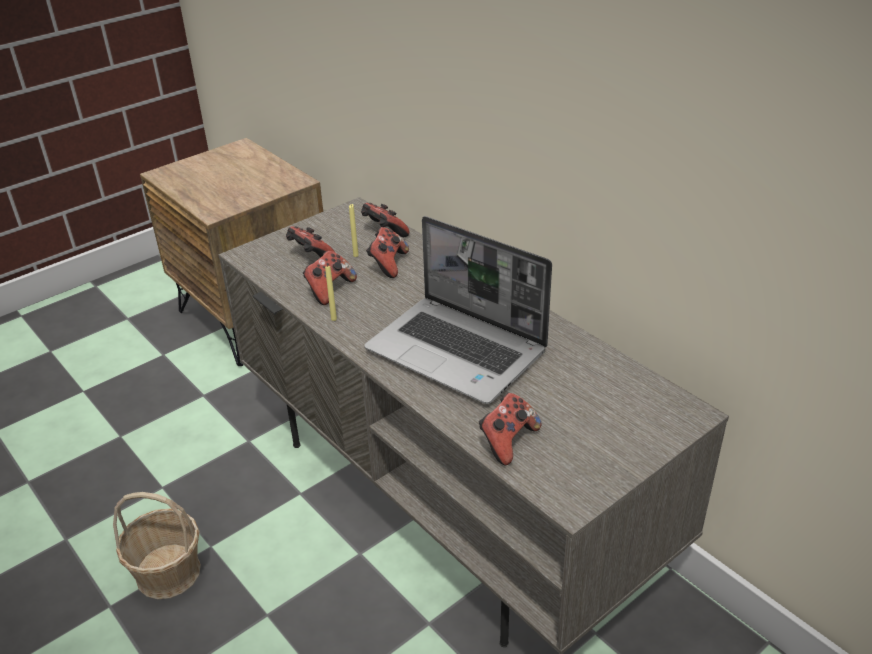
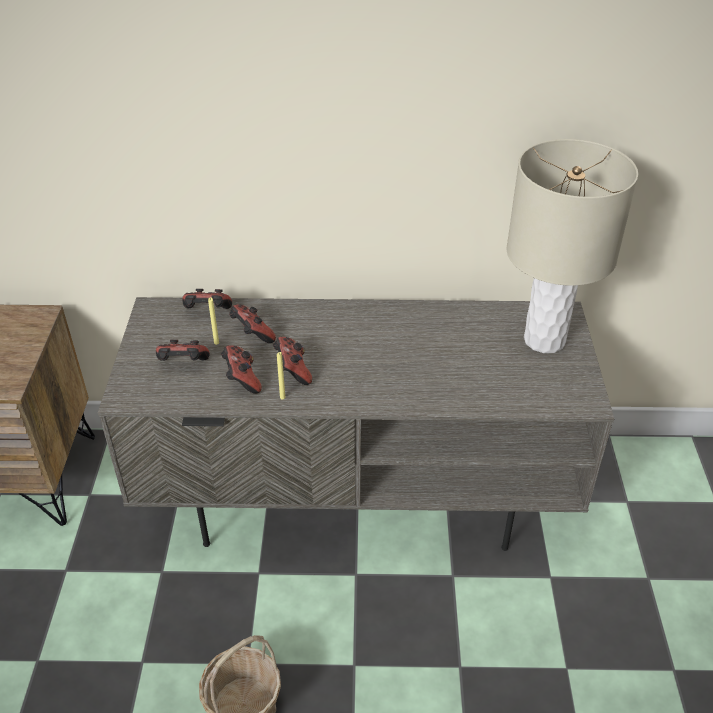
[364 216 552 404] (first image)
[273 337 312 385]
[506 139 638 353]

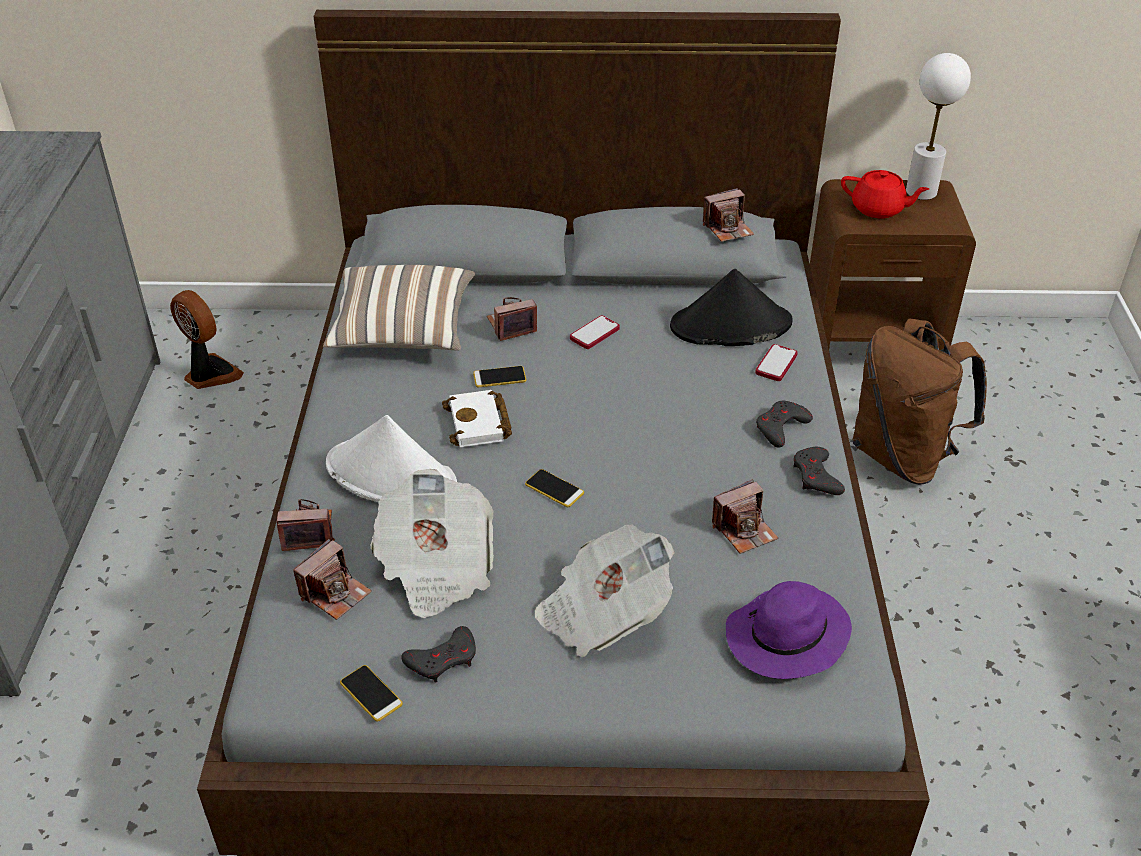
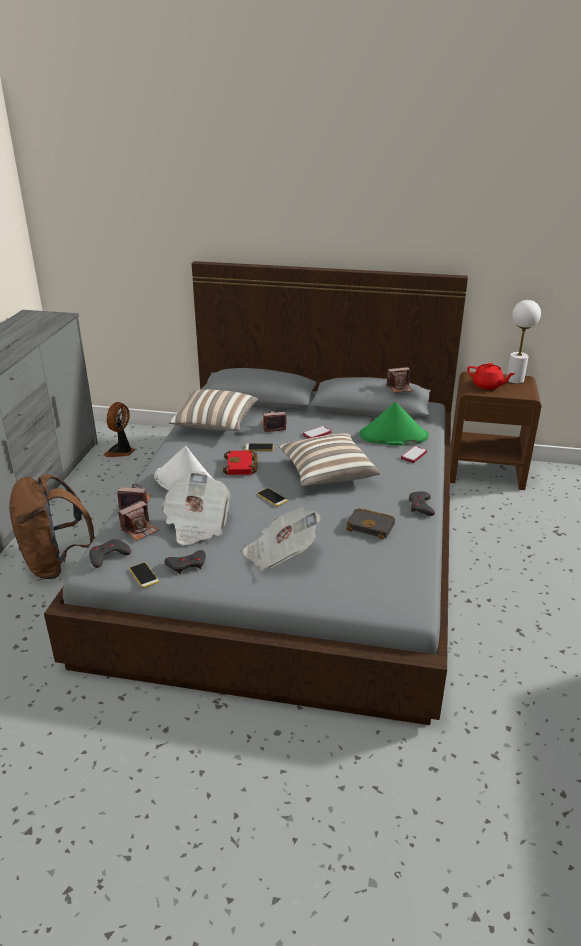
[103 402 135 457]
[223 450 257 475]
[359 402 429 445]
[346 508 395 539]
[726 581 852 679] (first image)
[89 539 131 568]
[9 474 95 579]
[279 433 381 486]

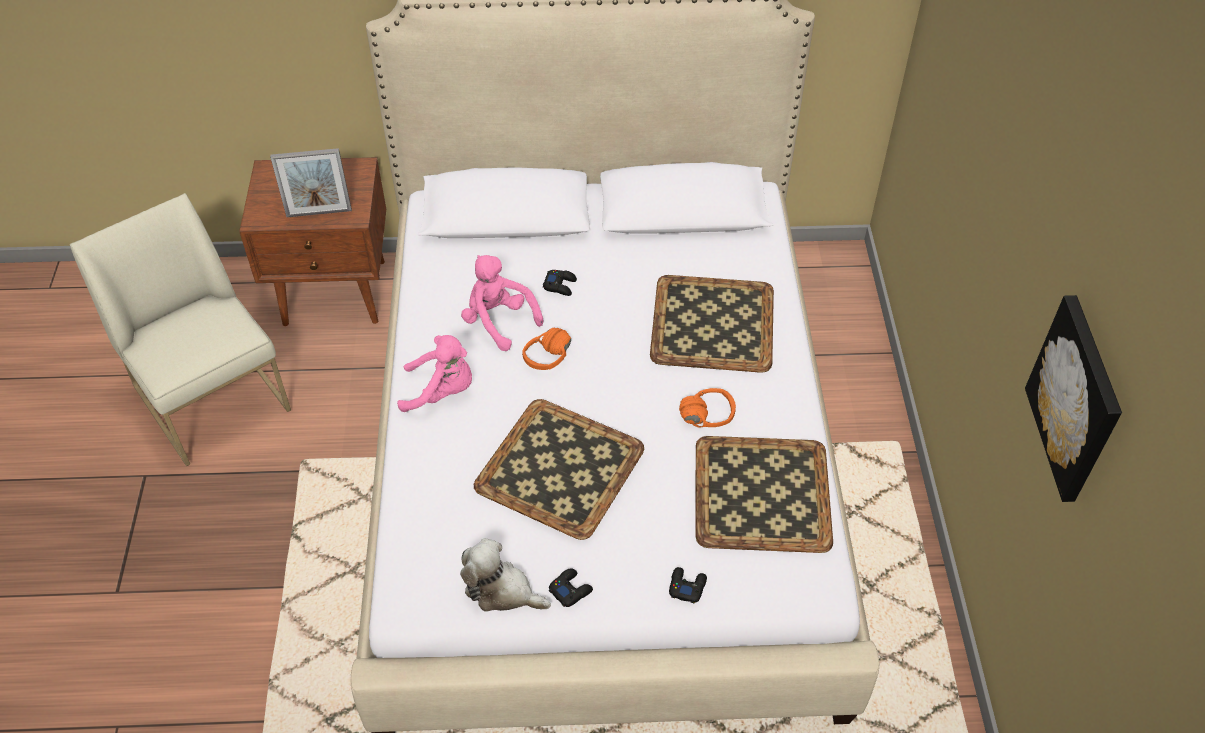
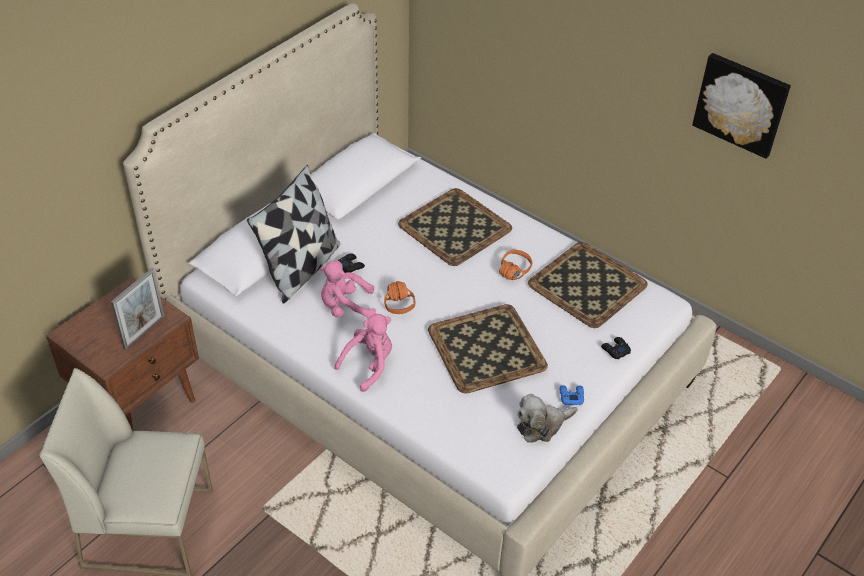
[559 385 584 405]
[247 165 340 304]

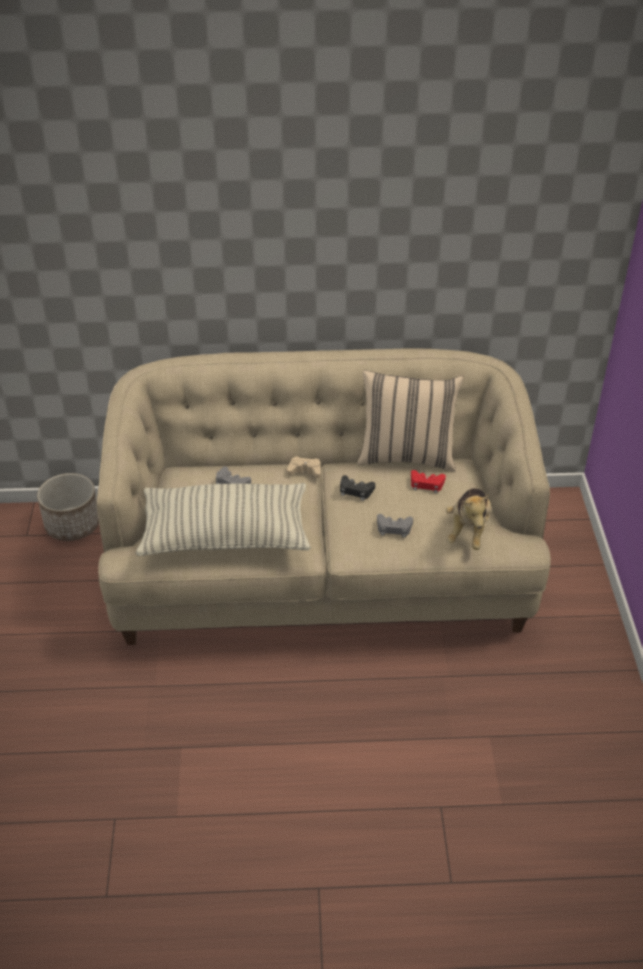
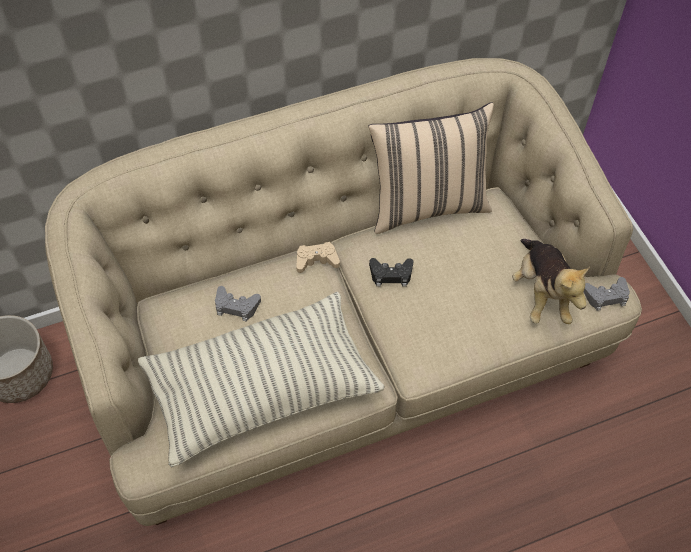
[584 277 630 311]
[411 470 446 493] (first image)

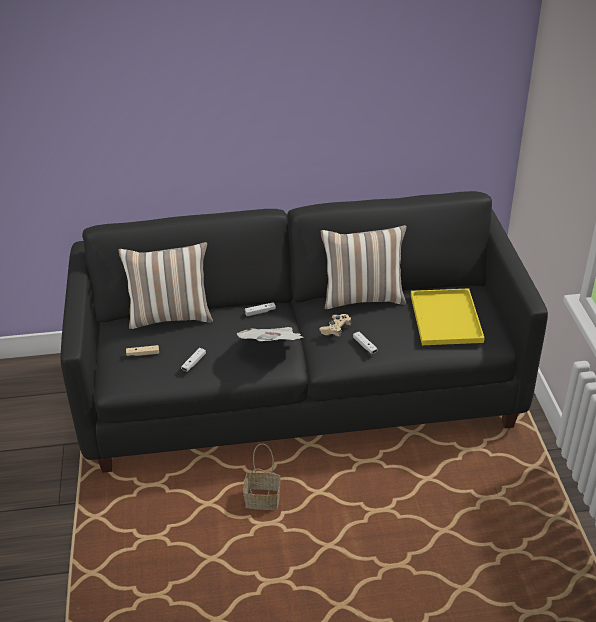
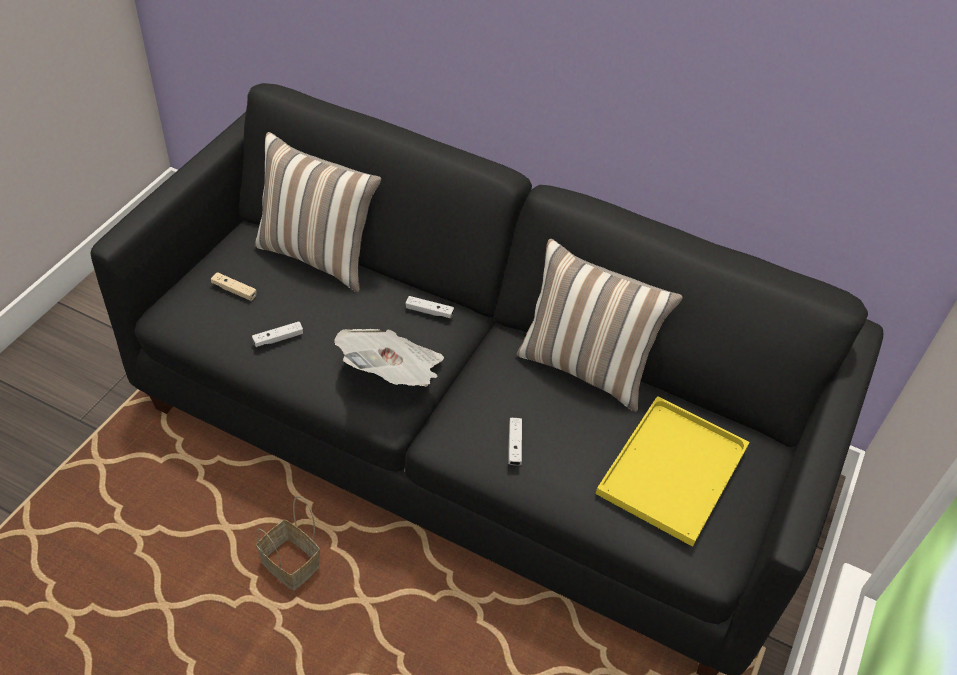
[319 314 352 337] (first image)

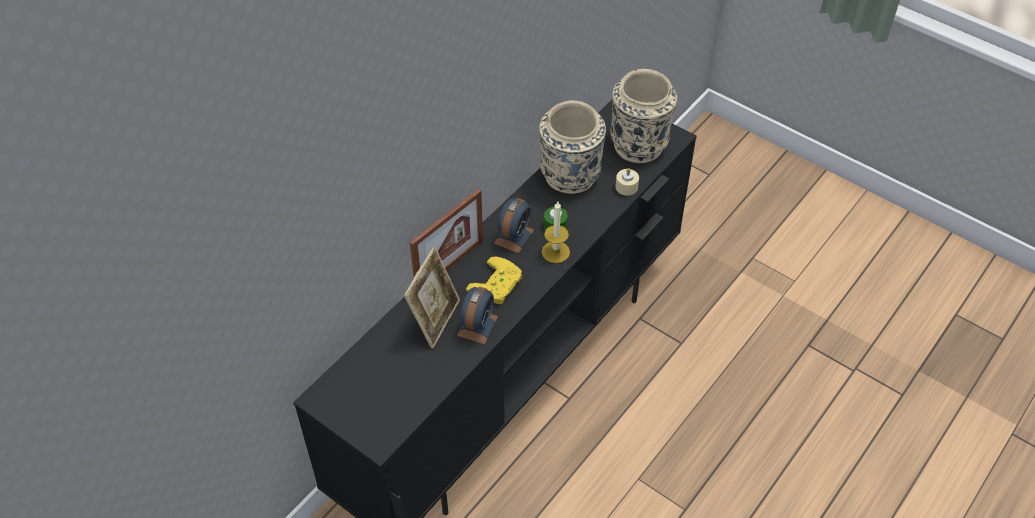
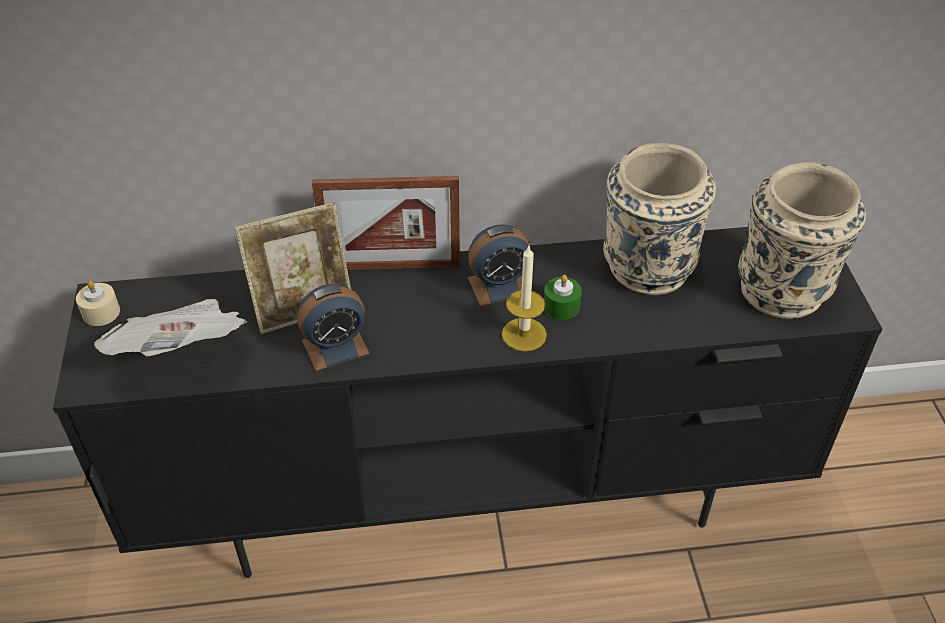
[466 257 522 305] (first image)
[76 281 120 326]
[94 299 247 356]

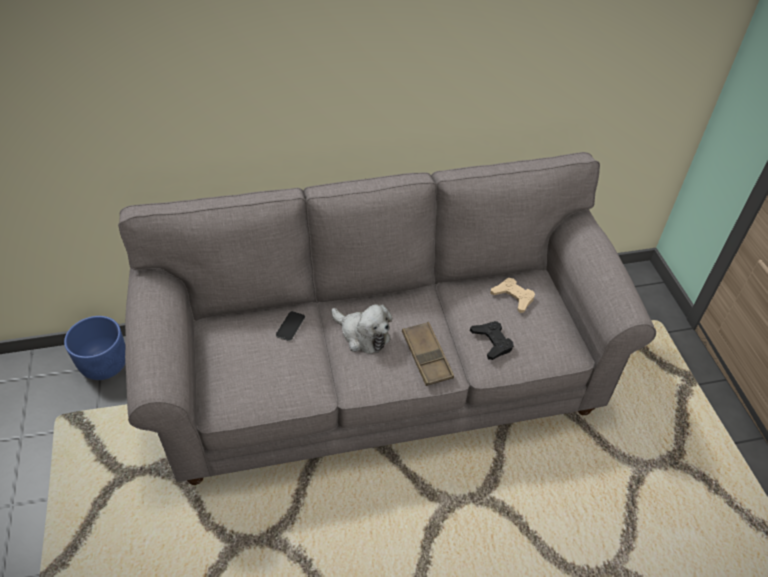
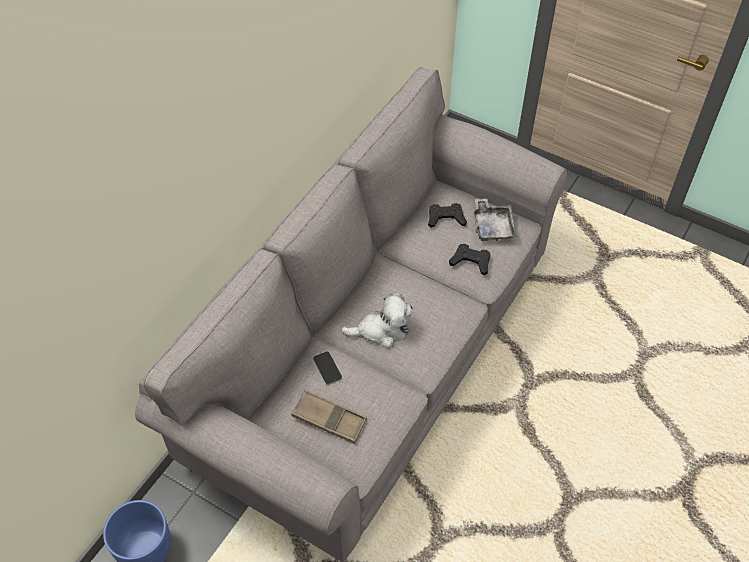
[292 390 367 444]
[428 203 467 228]
[473 199 517 241]

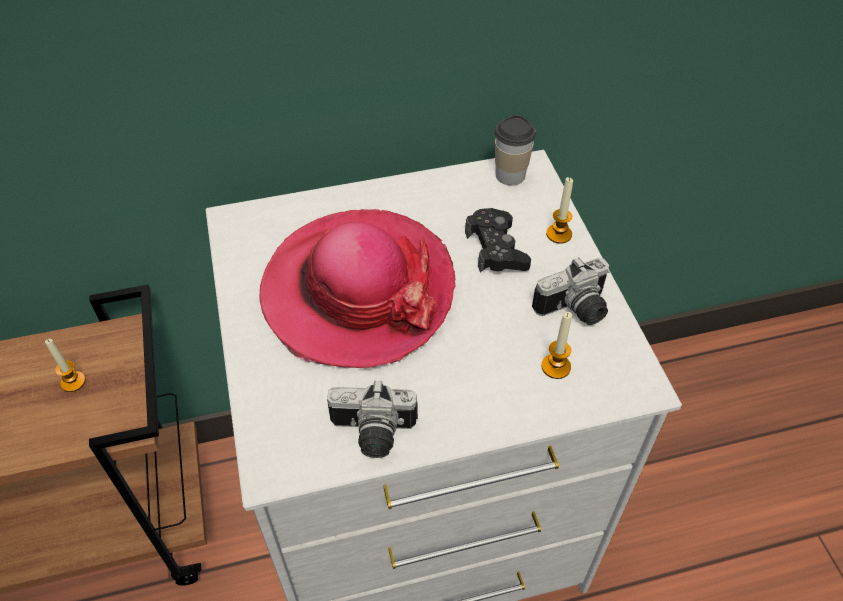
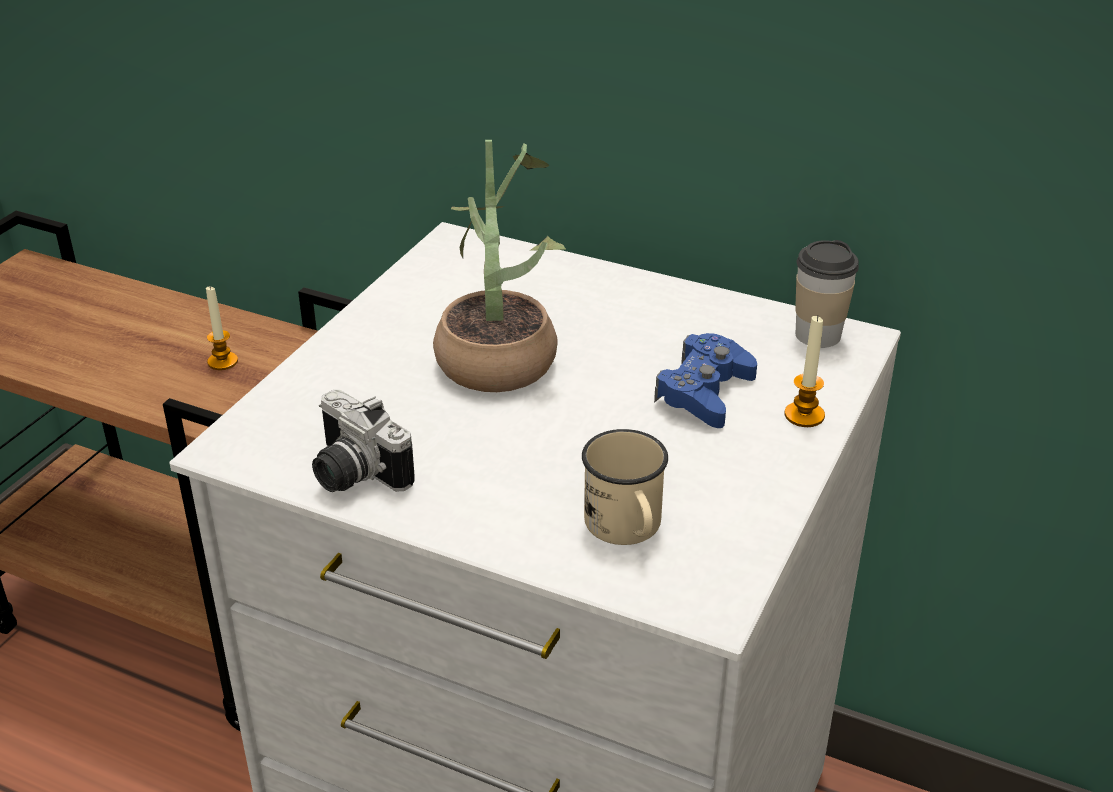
[433 140 567 392]
[654 333 757 428]
[532 257 610 325] (first image)
[582 429 668 545]

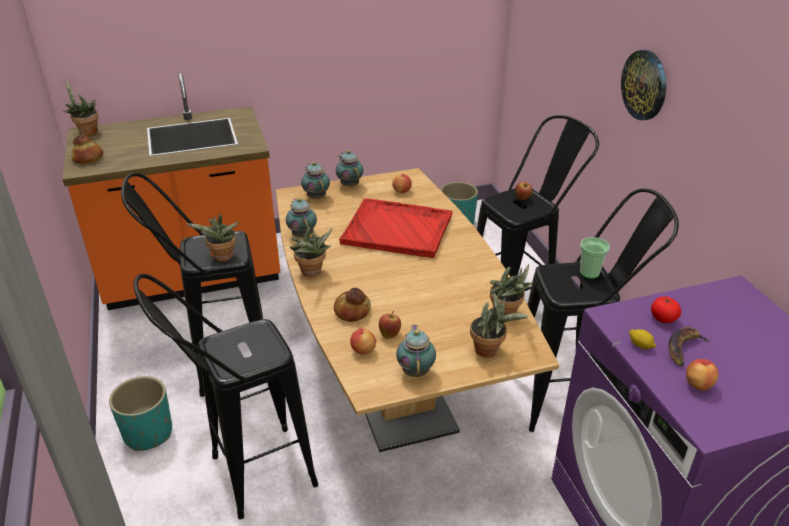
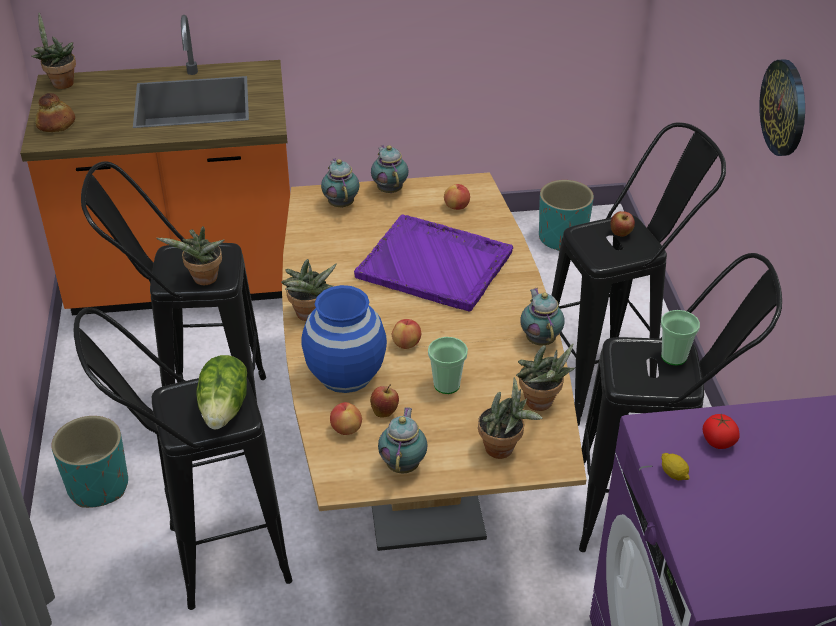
[520 288 565 346]
[301 285 387 393]
[354 214 513 312]
[668 327 710 366] (first image)
[392 319 421 349]
[196 355 247 430]
[428 337 468 394]

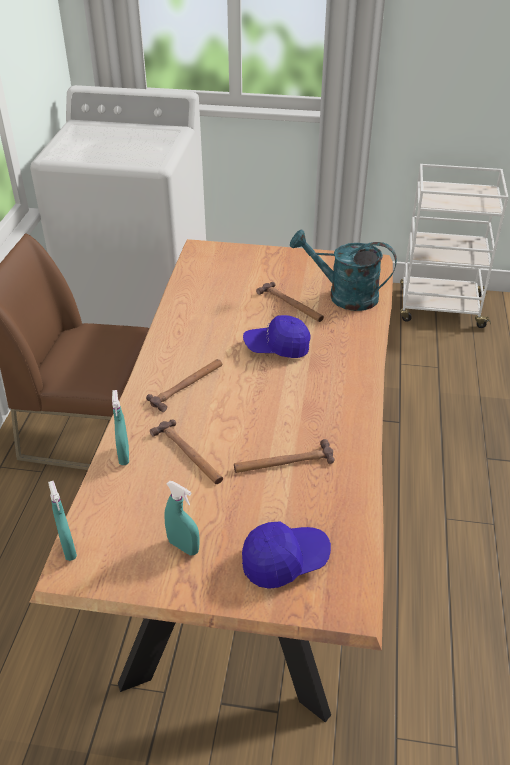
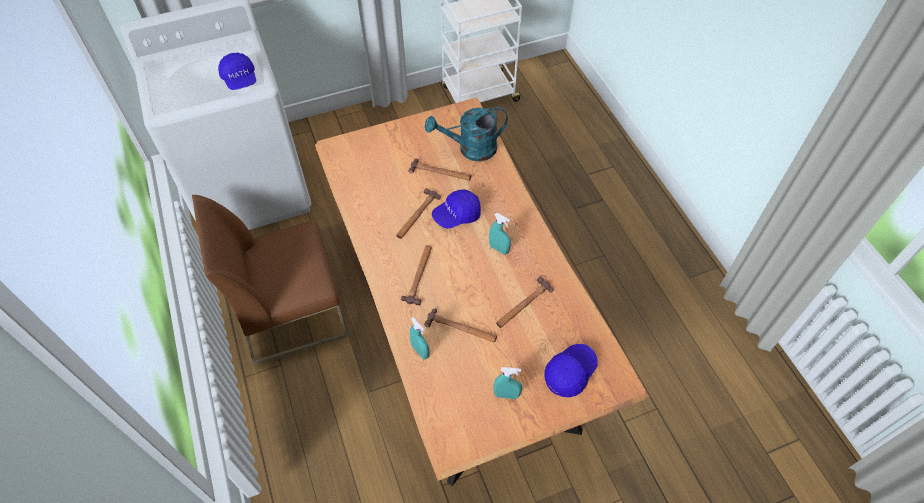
[489 213 511 254]
[218 53 256 90]
[396 188 441 239]

